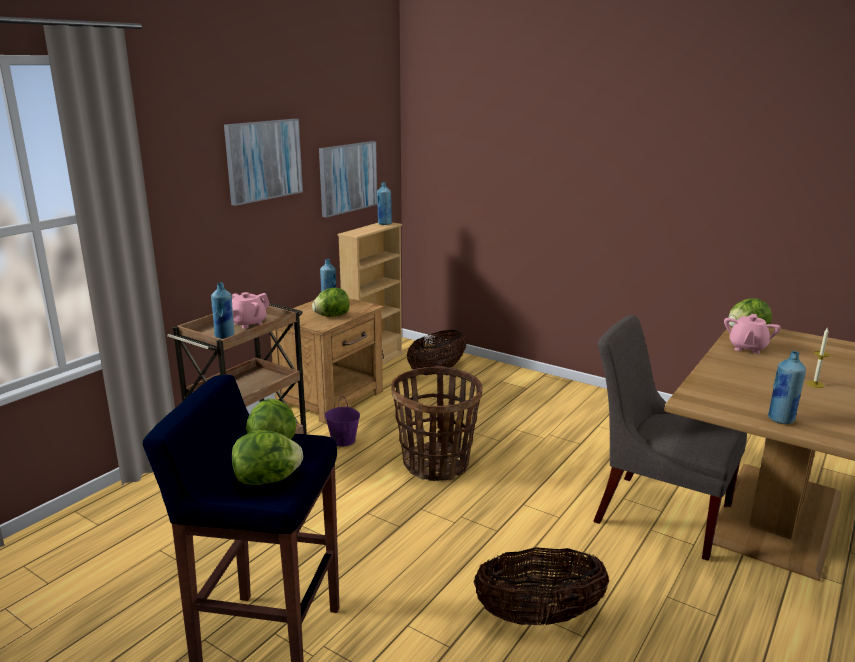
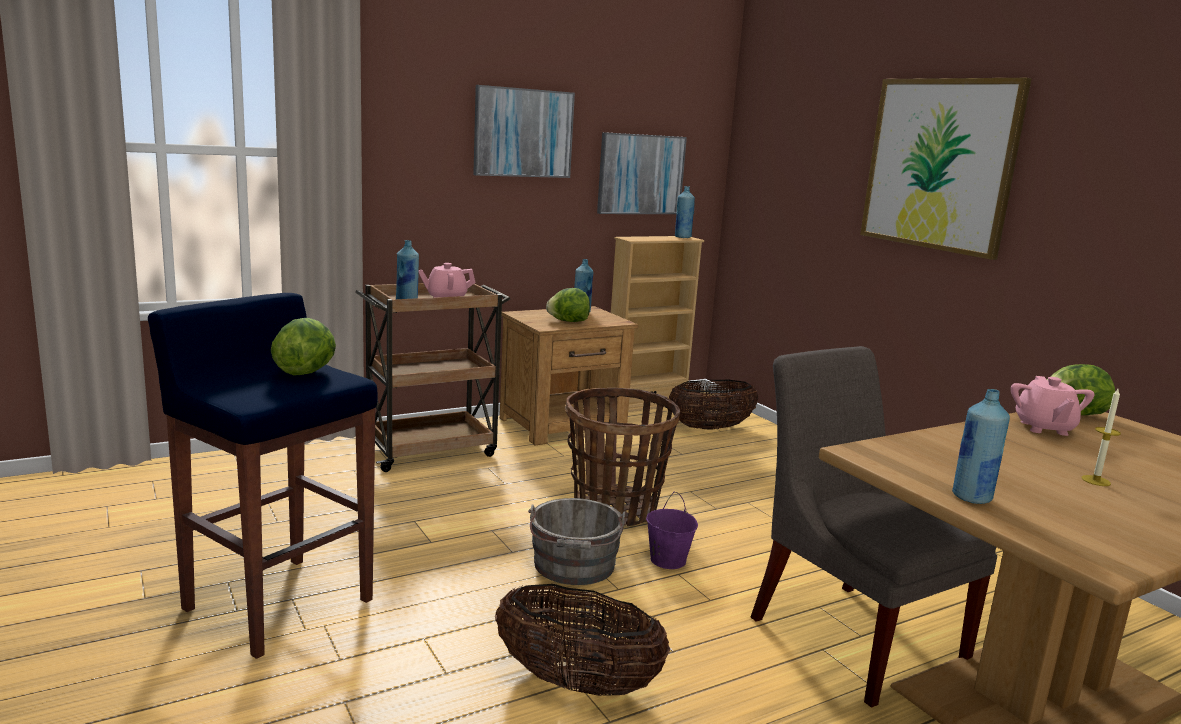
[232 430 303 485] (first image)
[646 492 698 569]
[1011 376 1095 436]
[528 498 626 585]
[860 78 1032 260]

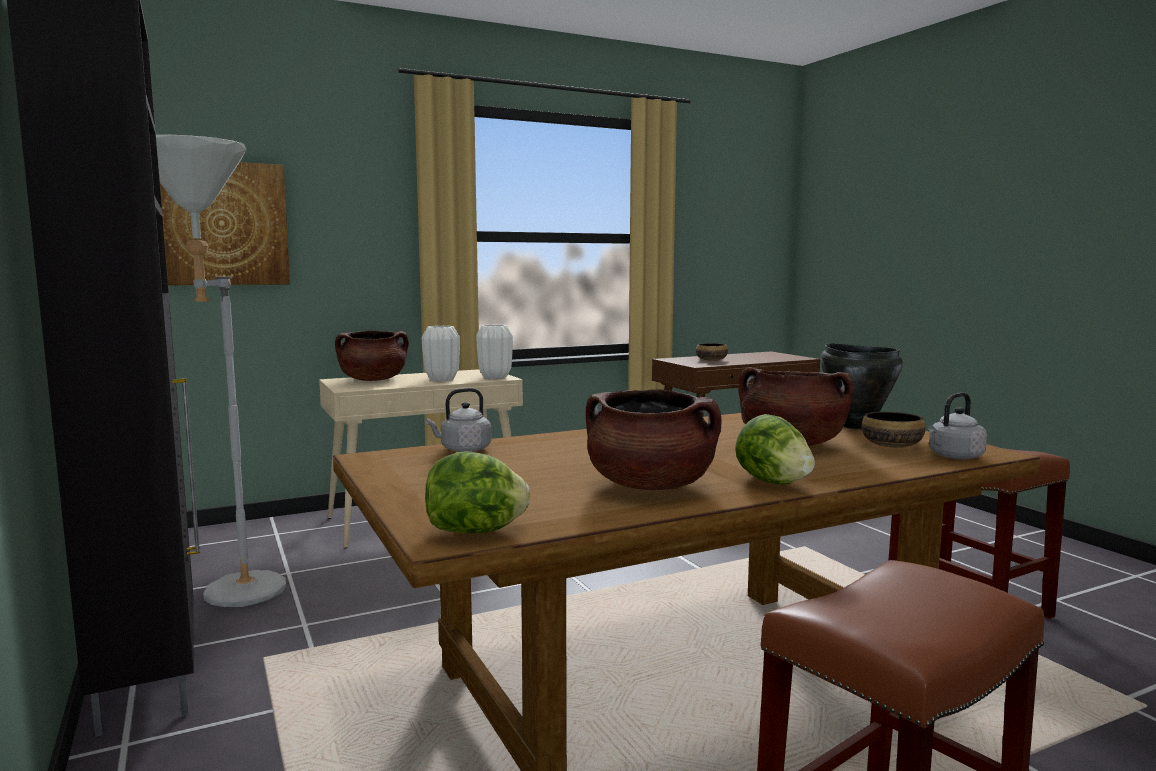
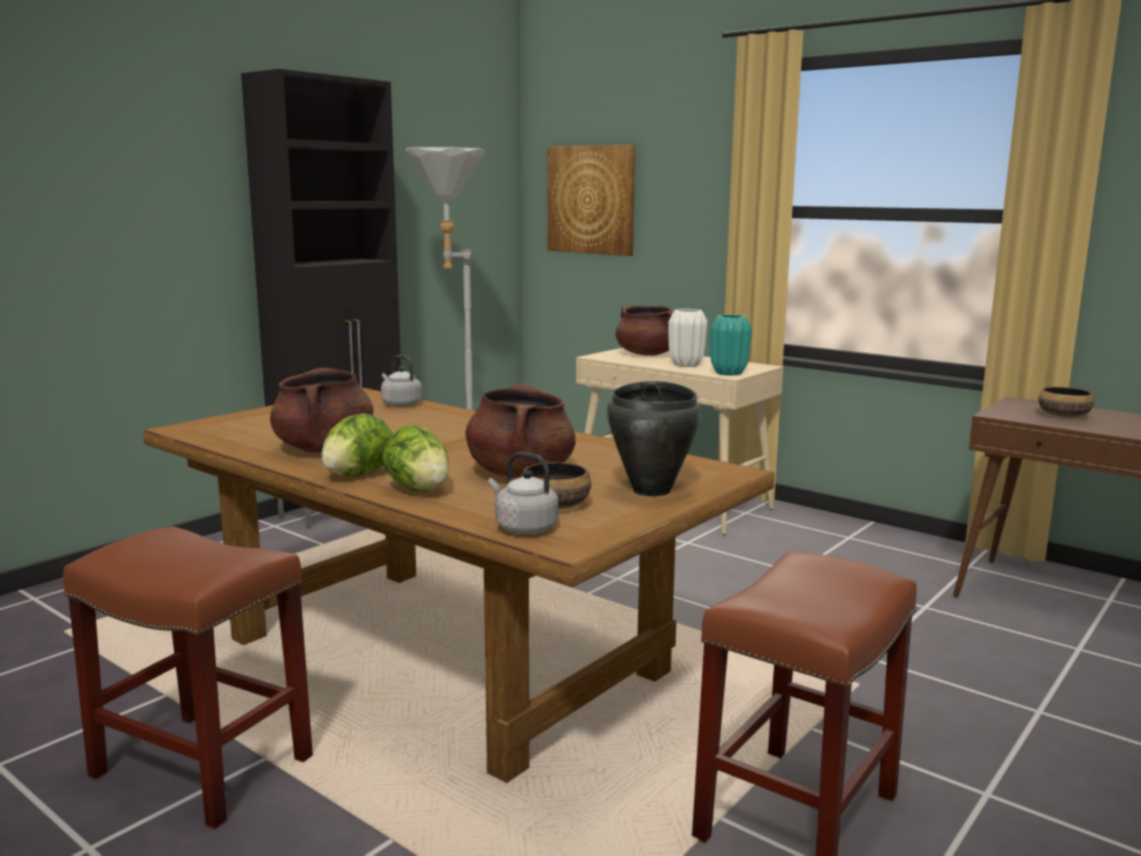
[382 425 449 492]
[710 314 752 376]

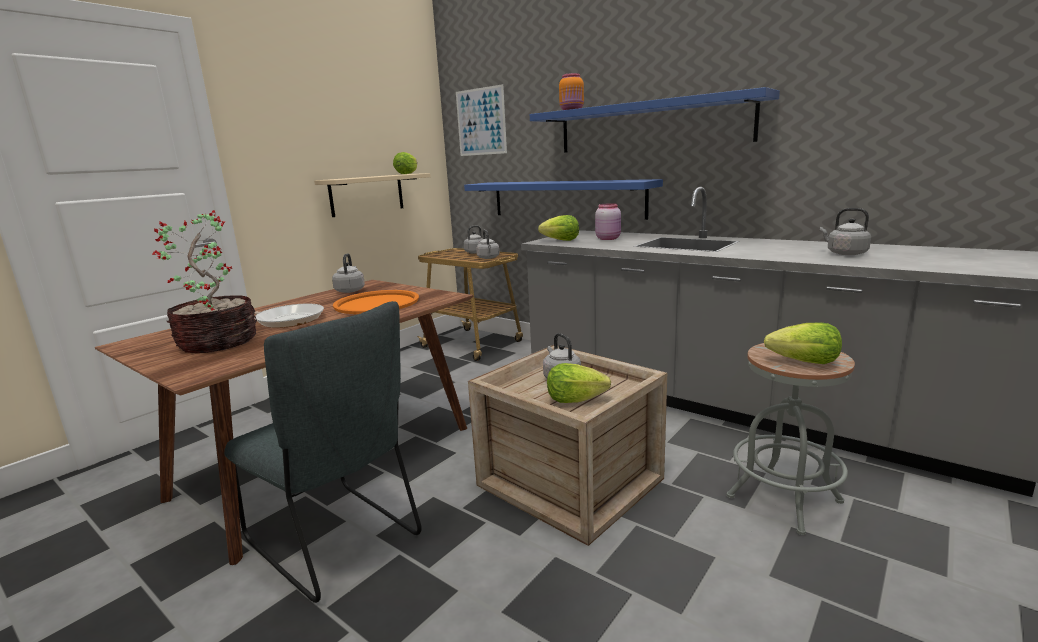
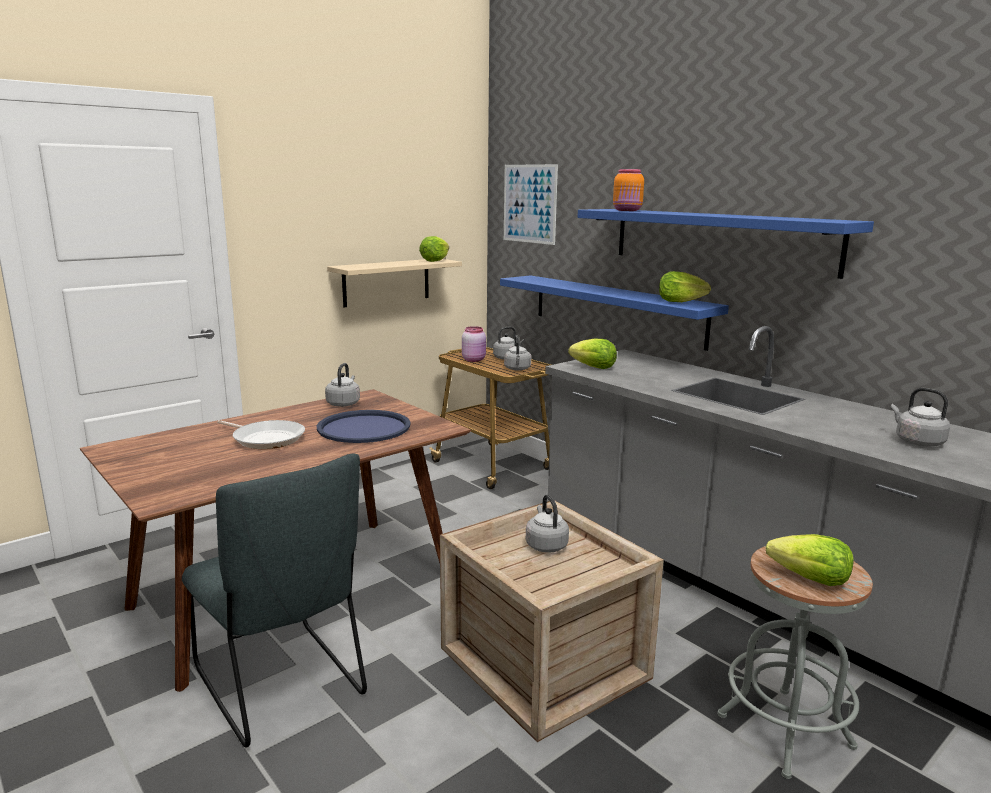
[152 210 257 353] (first image)
[316 410 411 443]
[659 271 711 302]
[462 326 486 362]

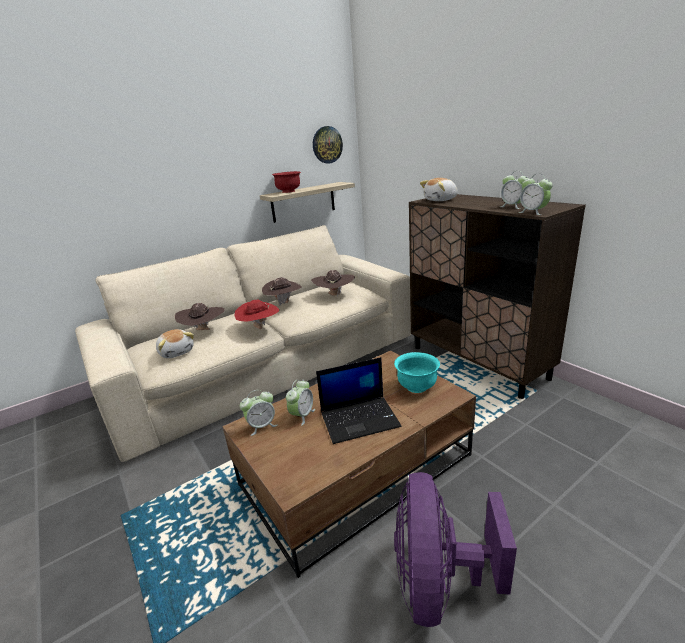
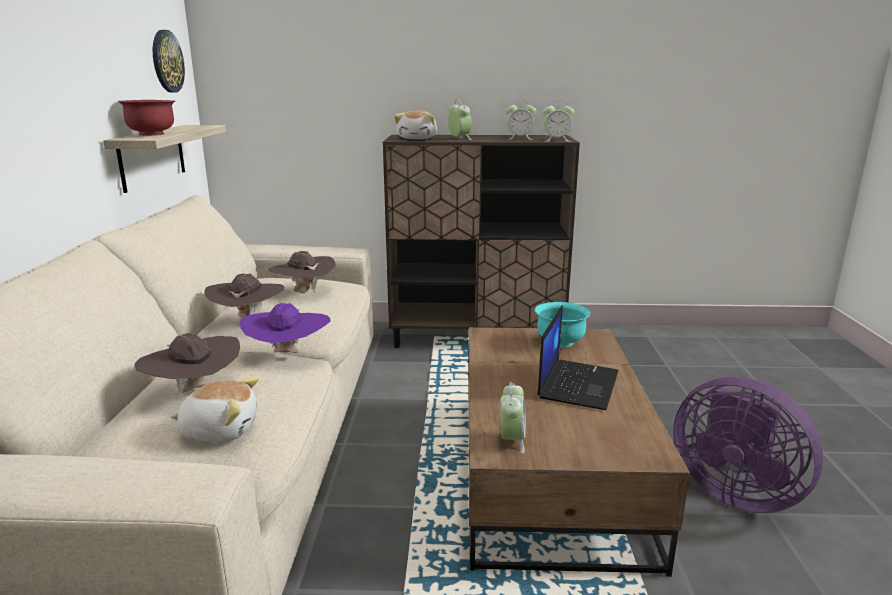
[240 303 330 353]
[448 100 472 140]

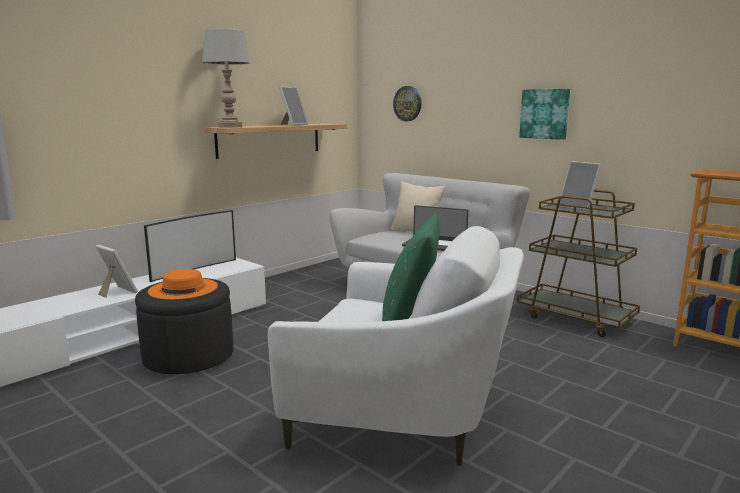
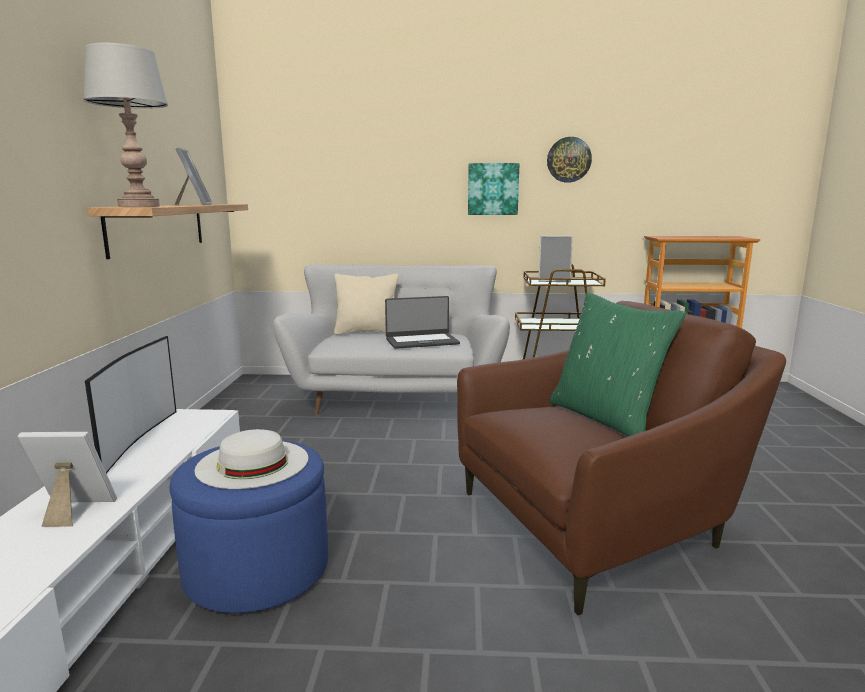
[170 440 328 613]
[195 429 308 489]
[457 301 786 615]
[547 137 592 183]

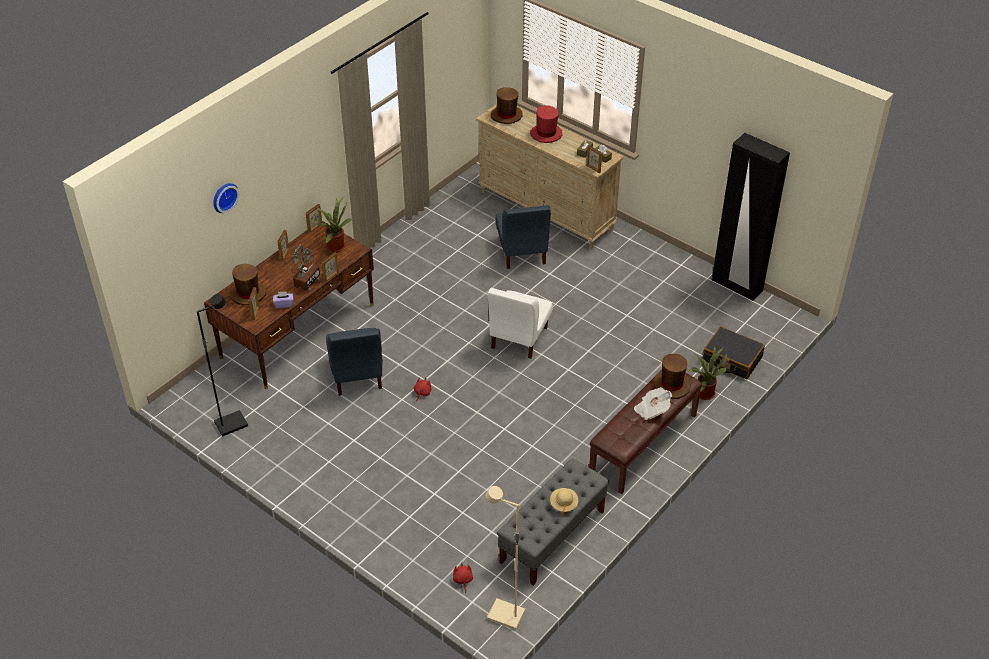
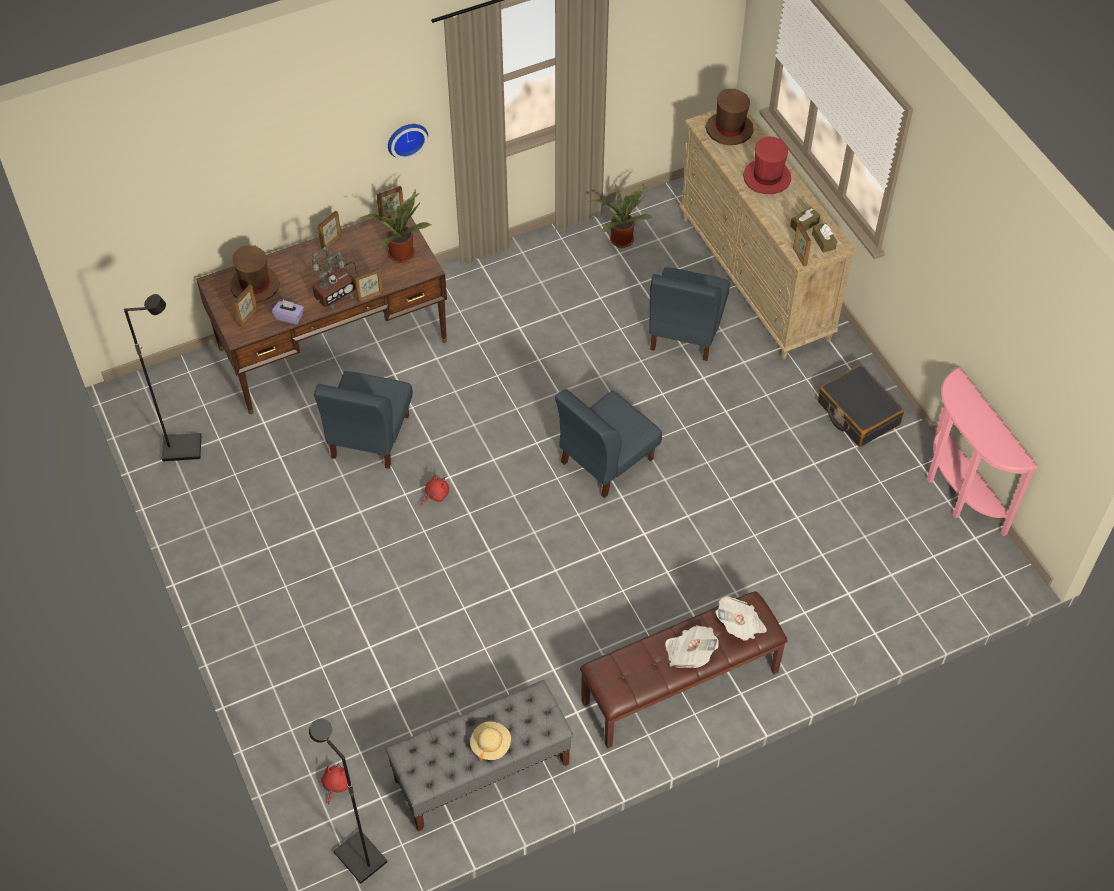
[388 124 428 159]
[309 719 387 884]
[555 389 662 498]
[715 596 767 641]
[589 184 653 248]
[818 365 904 447]
[927 367 1038 536]

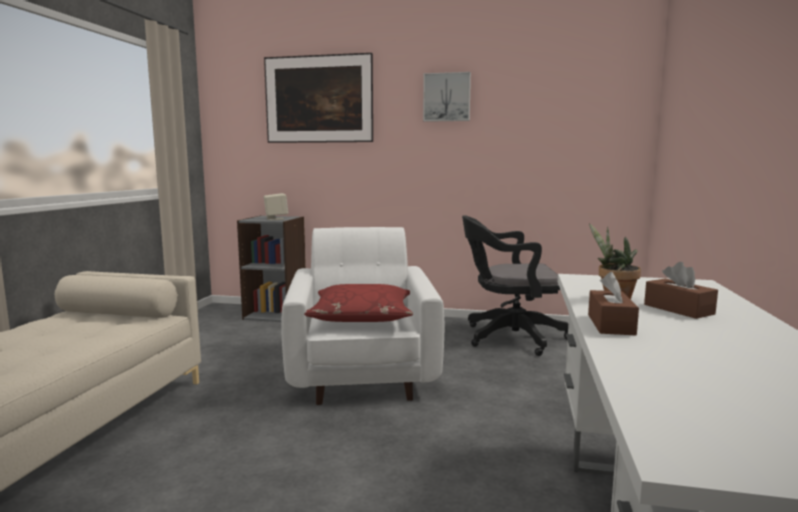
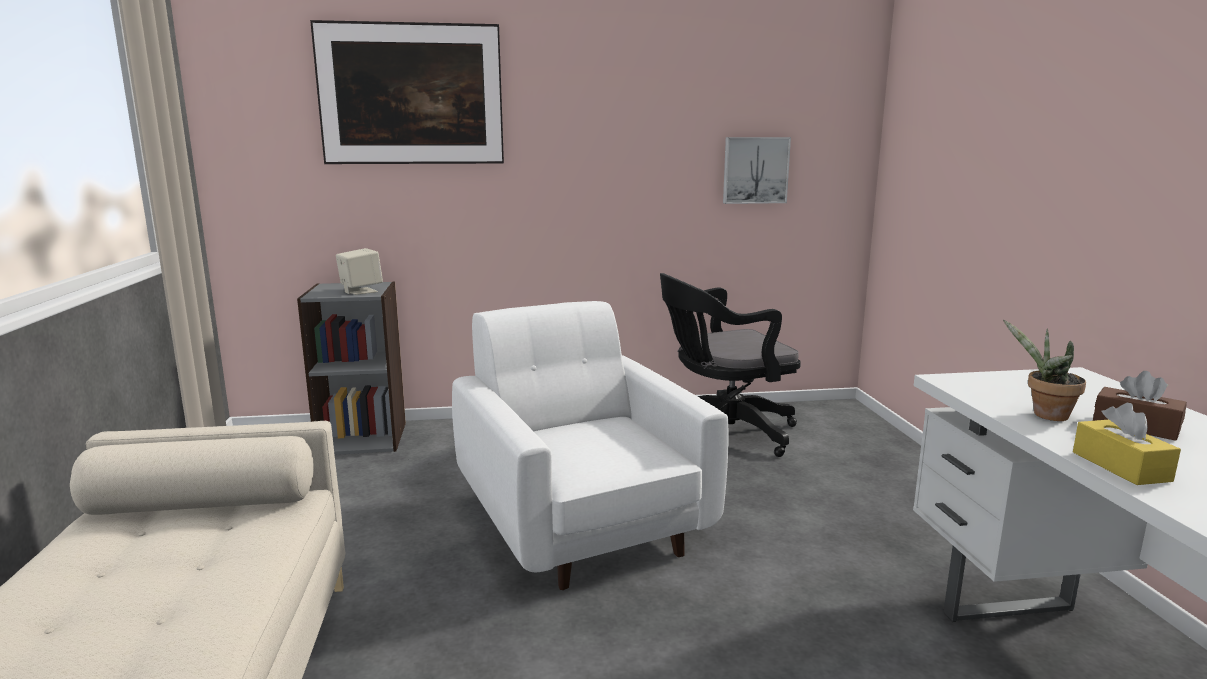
[304 284 413 322] (first image)
[723 137 791 204]
[1073 403 1181 485]

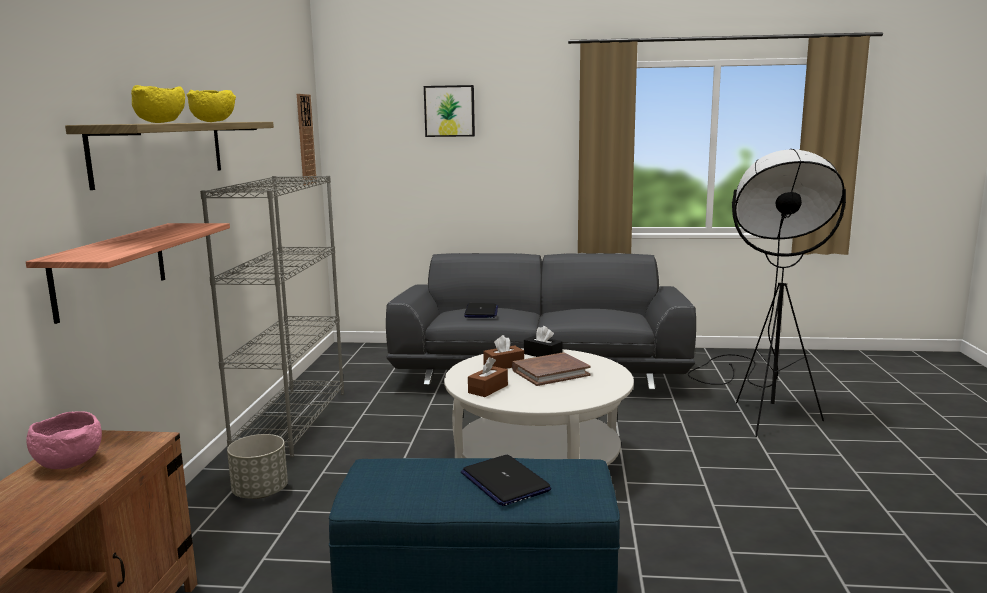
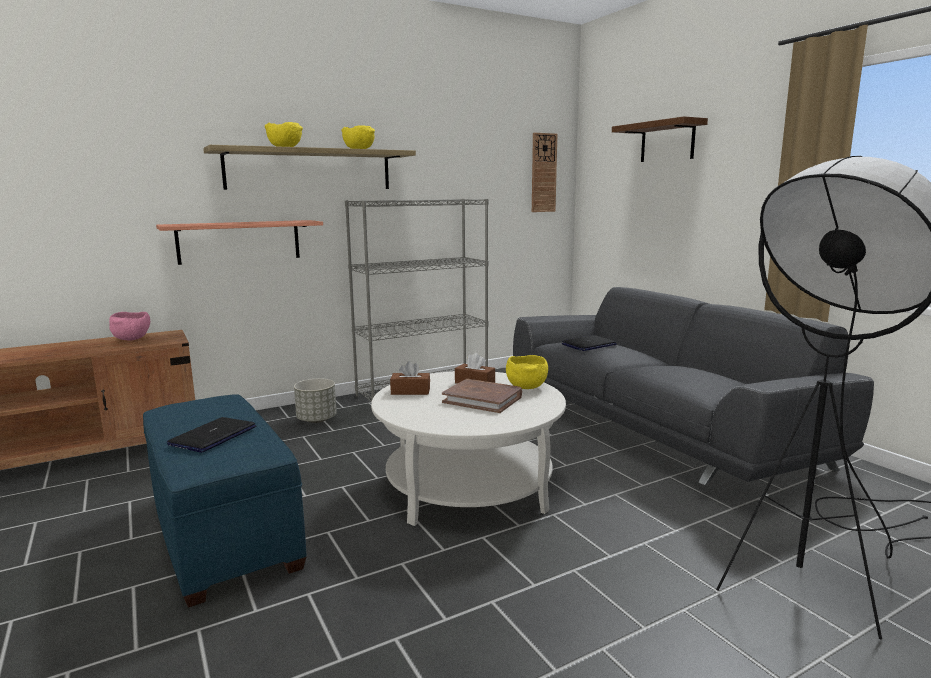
[612 116 708 162]
[506 355 548 389]

